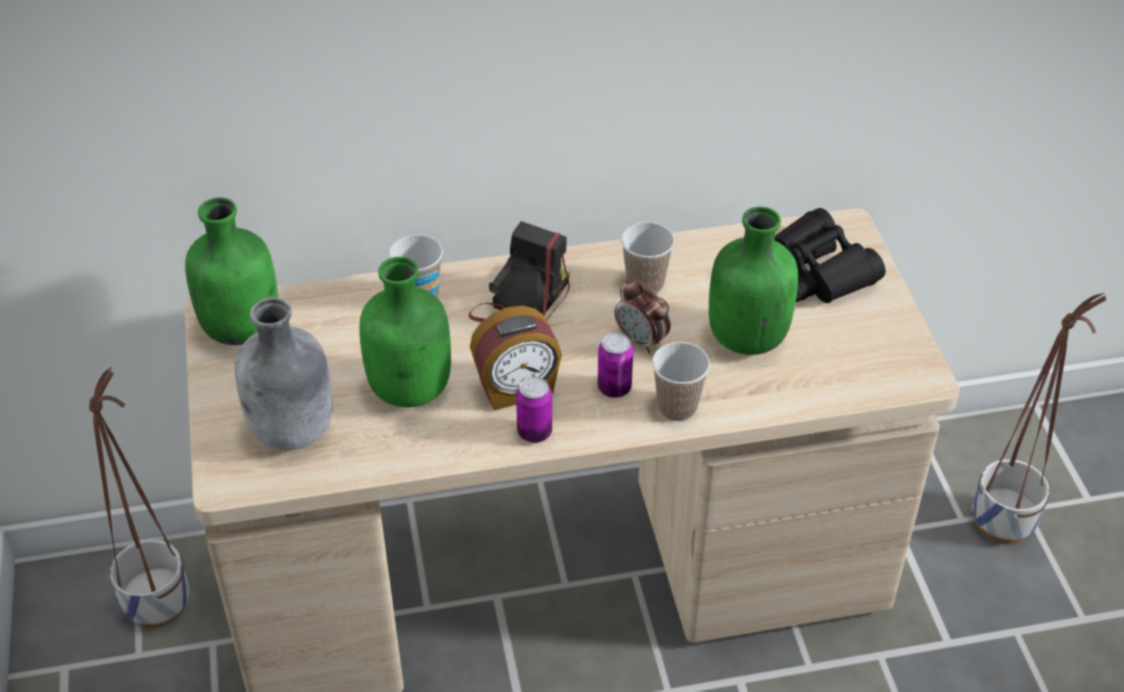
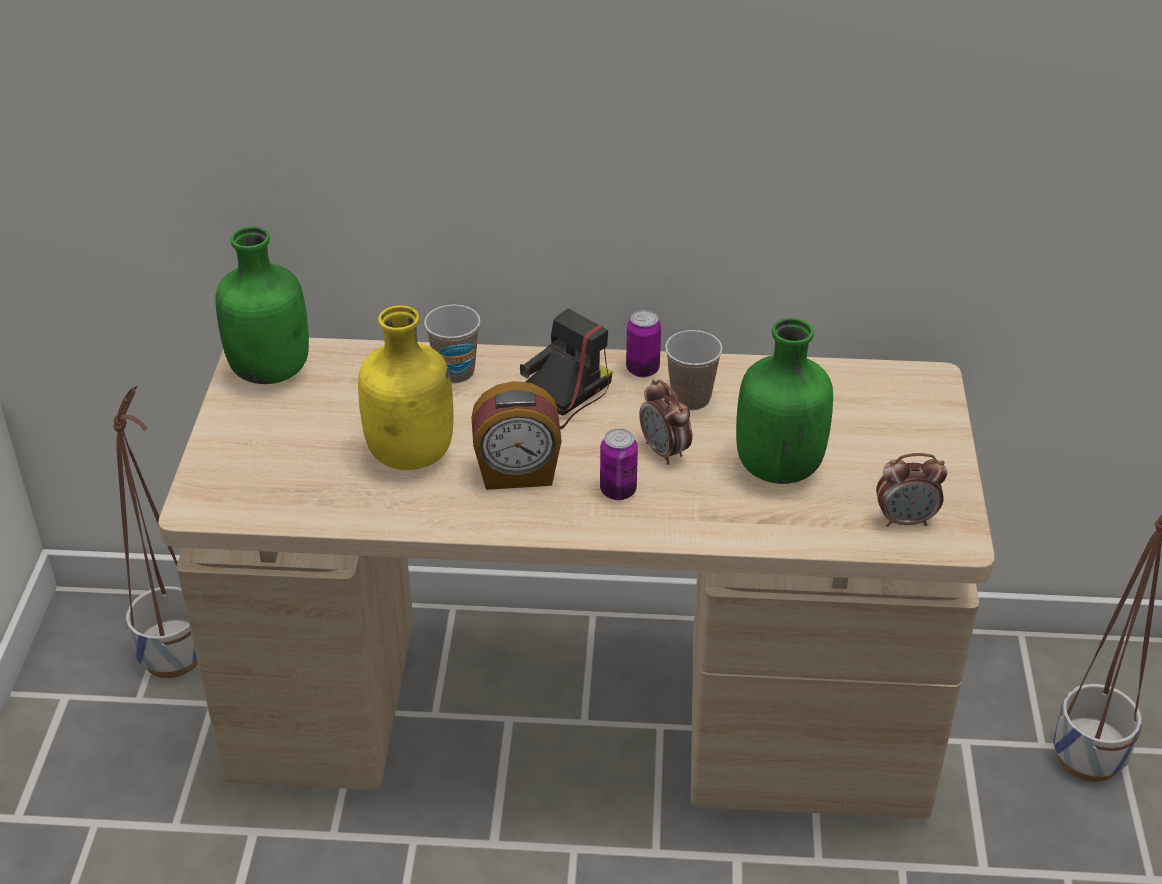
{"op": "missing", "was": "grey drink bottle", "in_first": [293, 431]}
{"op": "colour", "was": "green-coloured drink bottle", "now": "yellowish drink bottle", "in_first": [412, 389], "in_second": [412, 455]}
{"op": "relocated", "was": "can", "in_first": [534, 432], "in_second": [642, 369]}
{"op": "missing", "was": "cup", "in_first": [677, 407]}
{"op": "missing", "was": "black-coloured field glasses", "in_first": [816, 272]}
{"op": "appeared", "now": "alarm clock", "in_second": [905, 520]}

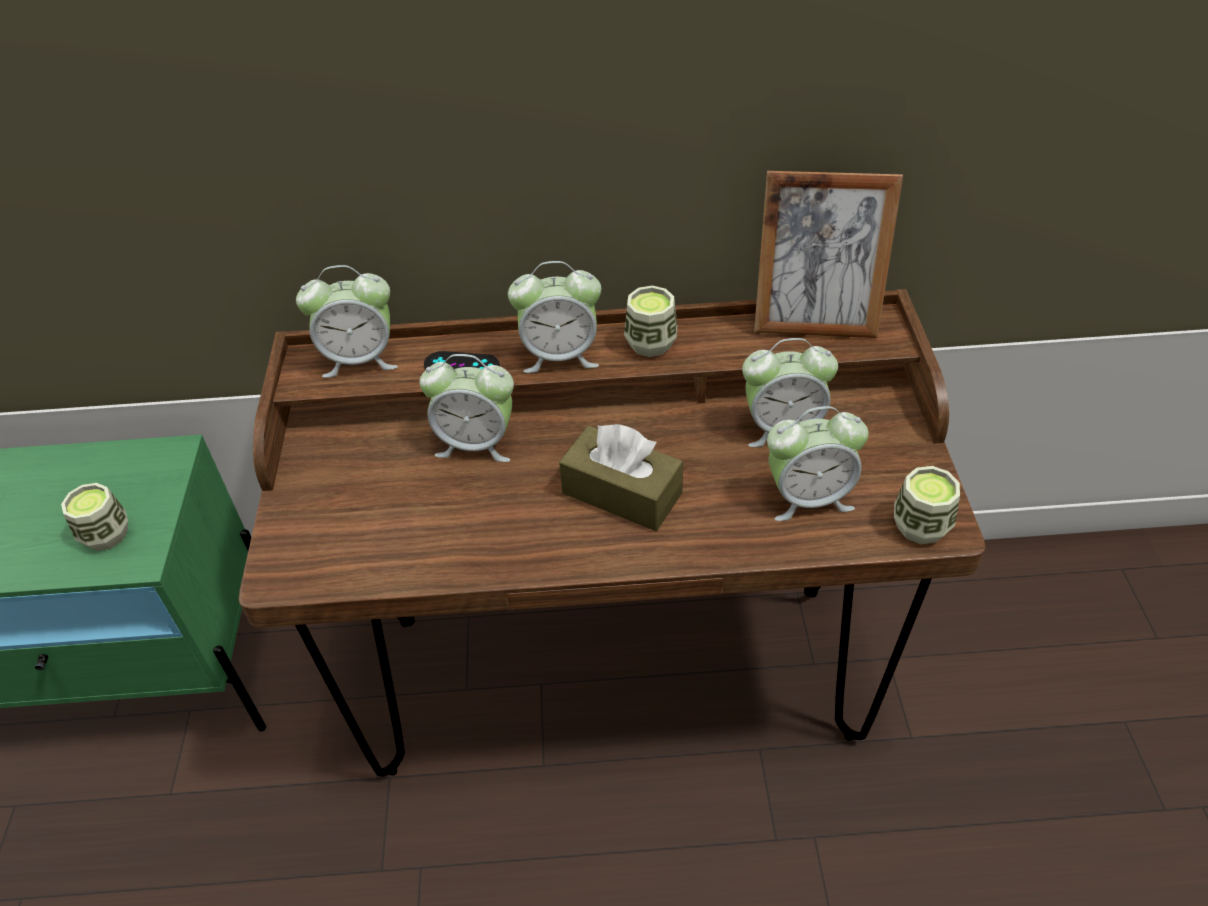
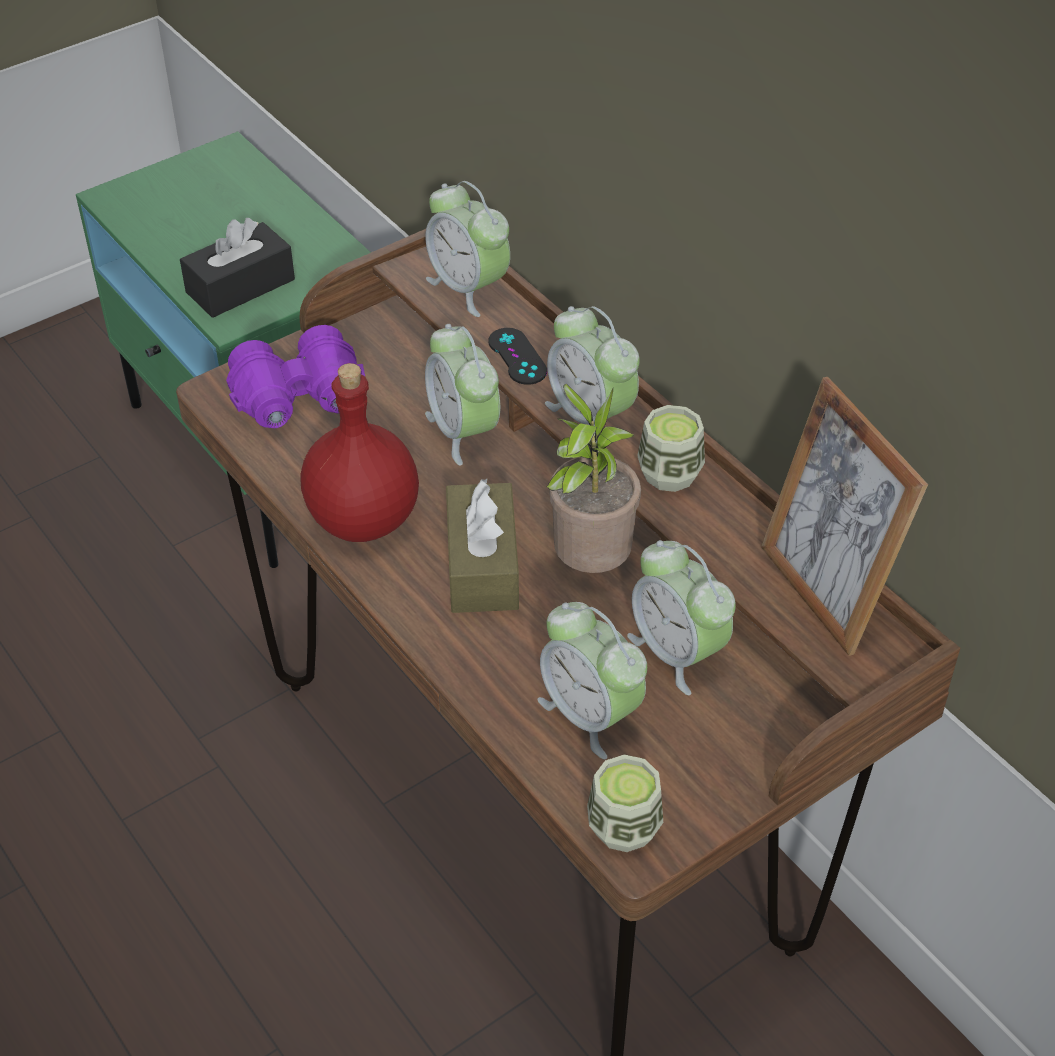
{"op": "exchanged", "was": "cup", "now": "black-coloured tissue box", "in_first": [106, 534], "in_second": [240, 286]}
{"op": "appeared", "now": "purple-coloured field glasses", "in_second": [300, 399]}
{"op": "appeared", "now": "red drink bottle", "in_second": [365, 519]}
{"op": "appeared", "now": "potted plant", "in_second": [589, 563]}

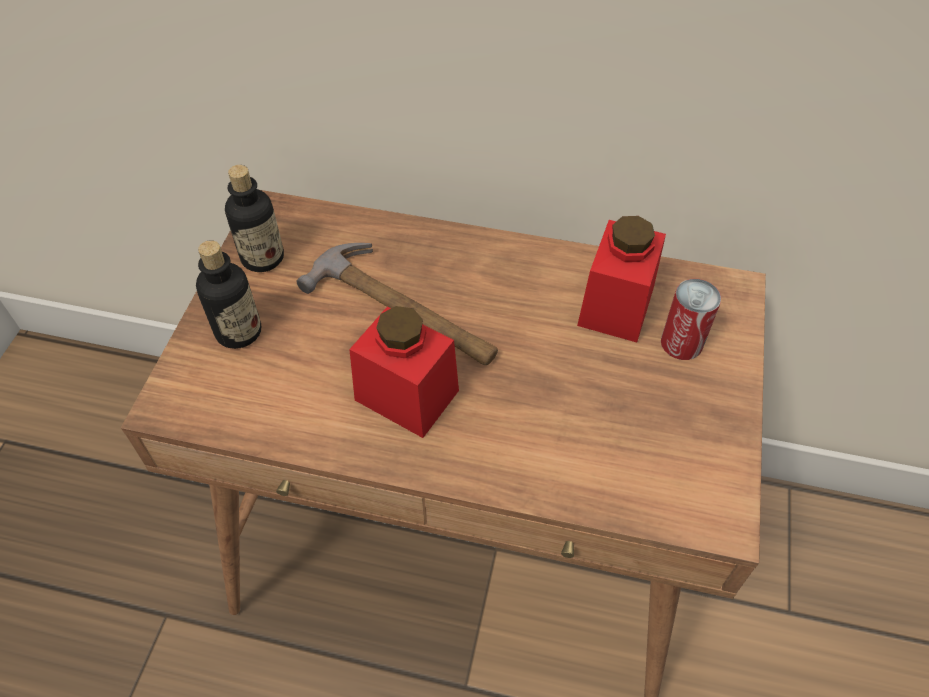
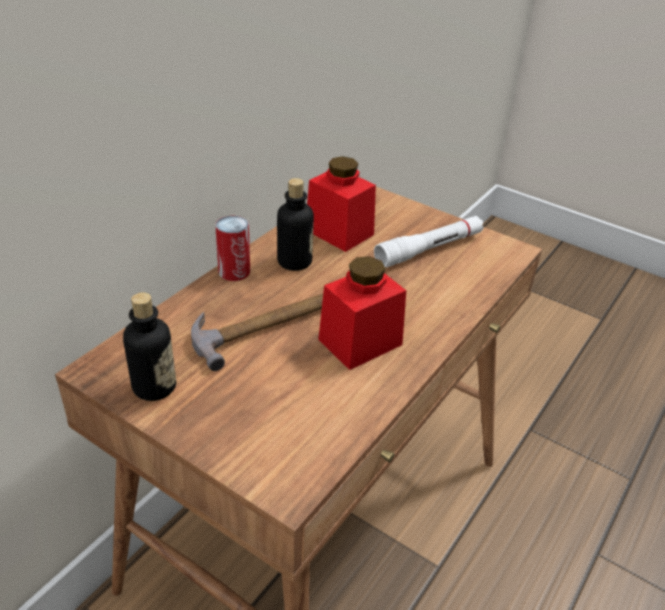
{"op": "relocated", "was": "drink bottle", "in_first": [238, 332], "in_second": [294, 262]}
{"op": "relocated", "was": "can", "in_first": [681, 343], "in_second": [234, 271]}
{"op": "appeared", "now": "whitish hand torch", "in_second": [429, 249]}

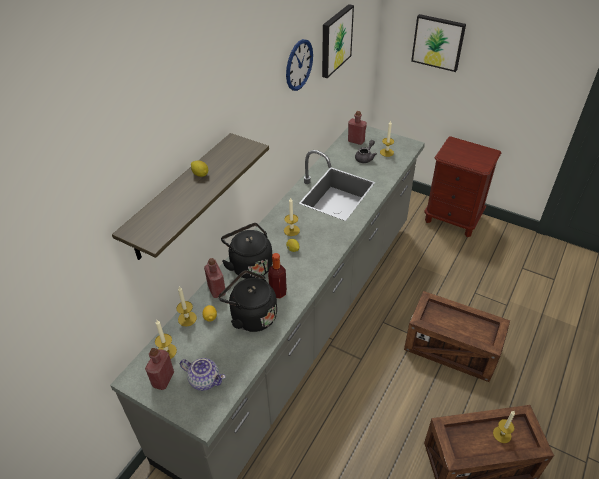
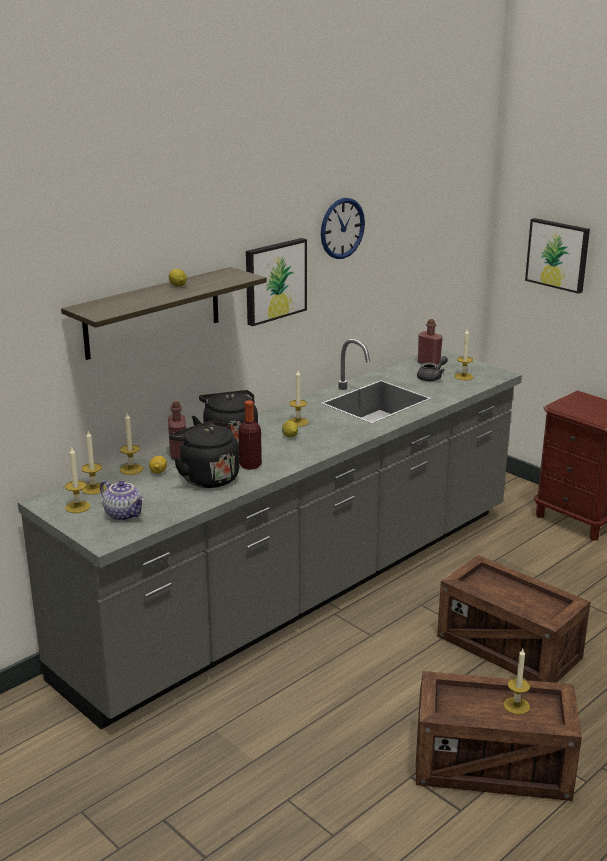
{"op": "exchanged", "was": "red drink bottle", "now": "wax light", "in_first": [163, 379], "in_second": [77, 507]}
{"op": "relocated", "was": "wall art", "in_first": [335, 40], "in_second": [274, 280]}

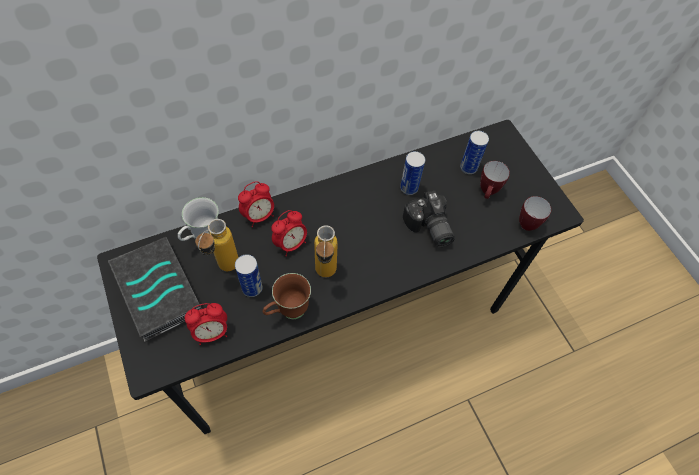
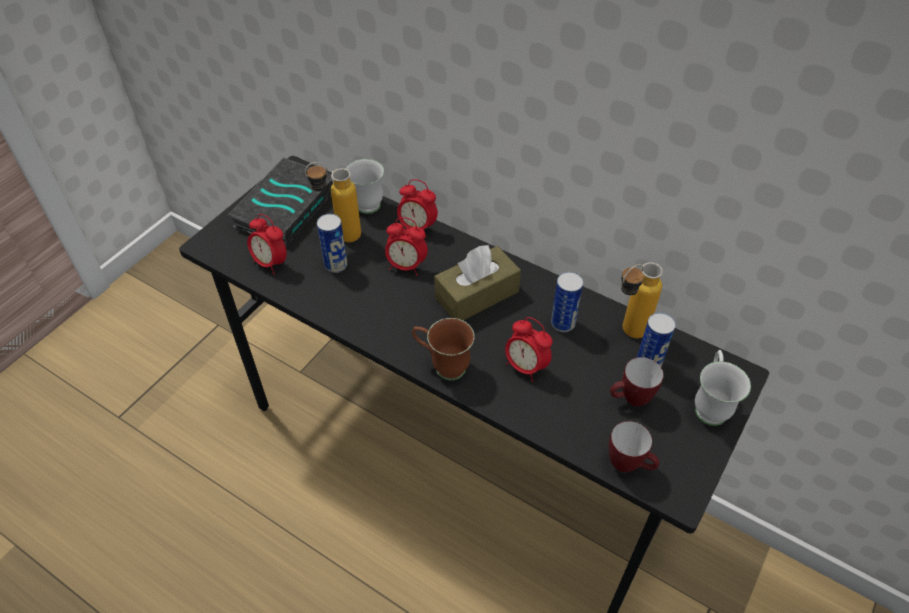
{"op": "relocated", "was": "brown coffee mug", "in_first": [287, 312], "in_second": [442, 366]}
{"op": "relocated", "was": "drink bottle", "in_first": [325, 277], "in_second": [626, 334]}
{"op": "exchanged", "was": "still camera", "now": "alarm clock", "in_first": [428, 228], "in_second": [525, 367]}
{"op": "appeared", "now": "brown tissue box", "in_second": [477, 295]}
{"op": "appeared", "now": "whitish coffee mug", "in_second": [709, 405]}

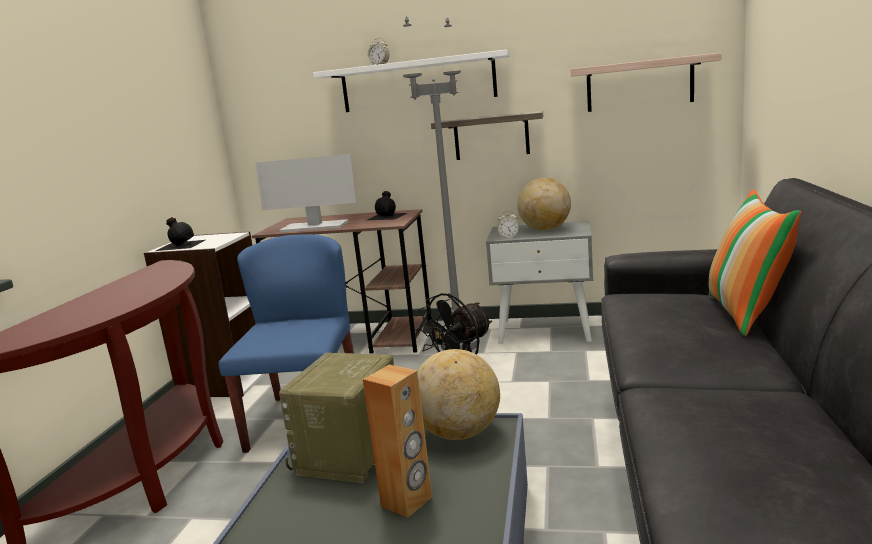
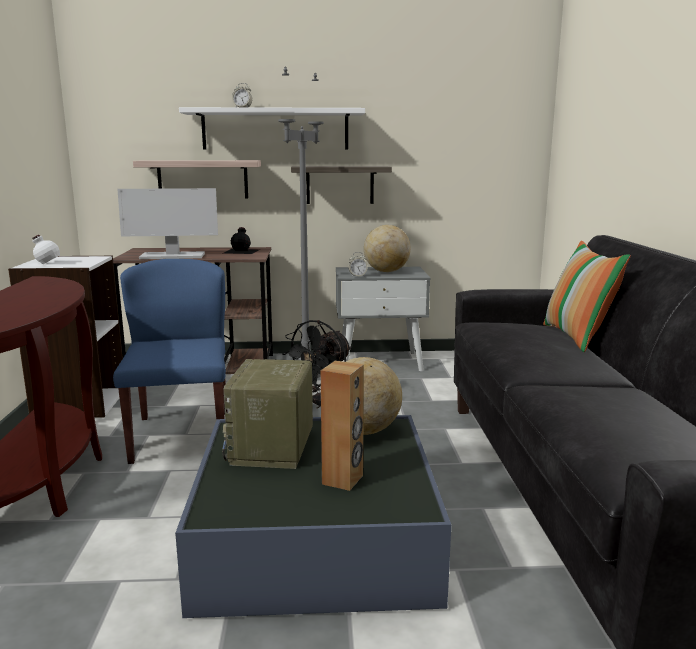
{"op": "colour", "was": "black-coloured drink bottle", "now": "whitish drink bottle", "in_first": [180, 245], "in_second": [45, 263]}
{"op": "relocated", "was": "bracket shelf", "in_first": [639, 84], "in_second": [203, 179]}

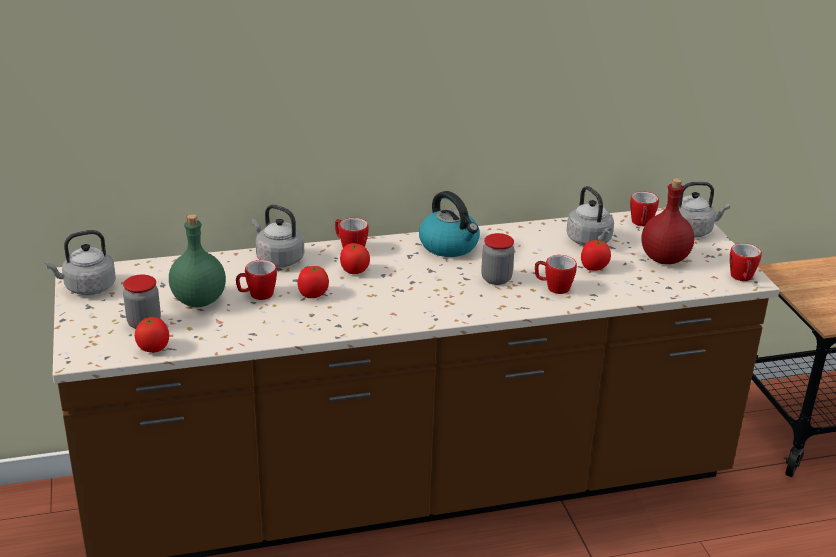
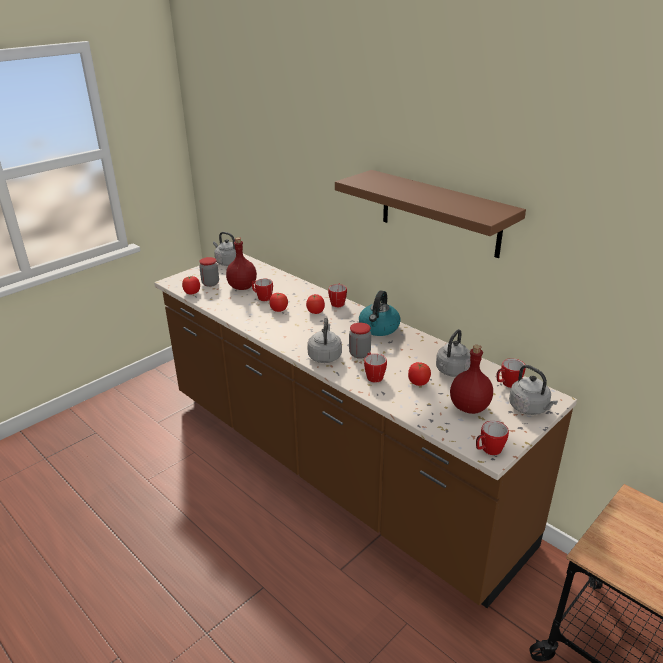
{"op": "colour", "was": "green-coloured drink bottle", "now": "red drink bottle", "in_first": [198, 300], "in_second": [242, 287]}
{"op": "relocated", "was": "grey tea kettle", "in_first": [278, 259], "in_second": [325, 356]}
{"op": "appeared", "now": "brown bracket shelf", "in_second": [439, 213]}

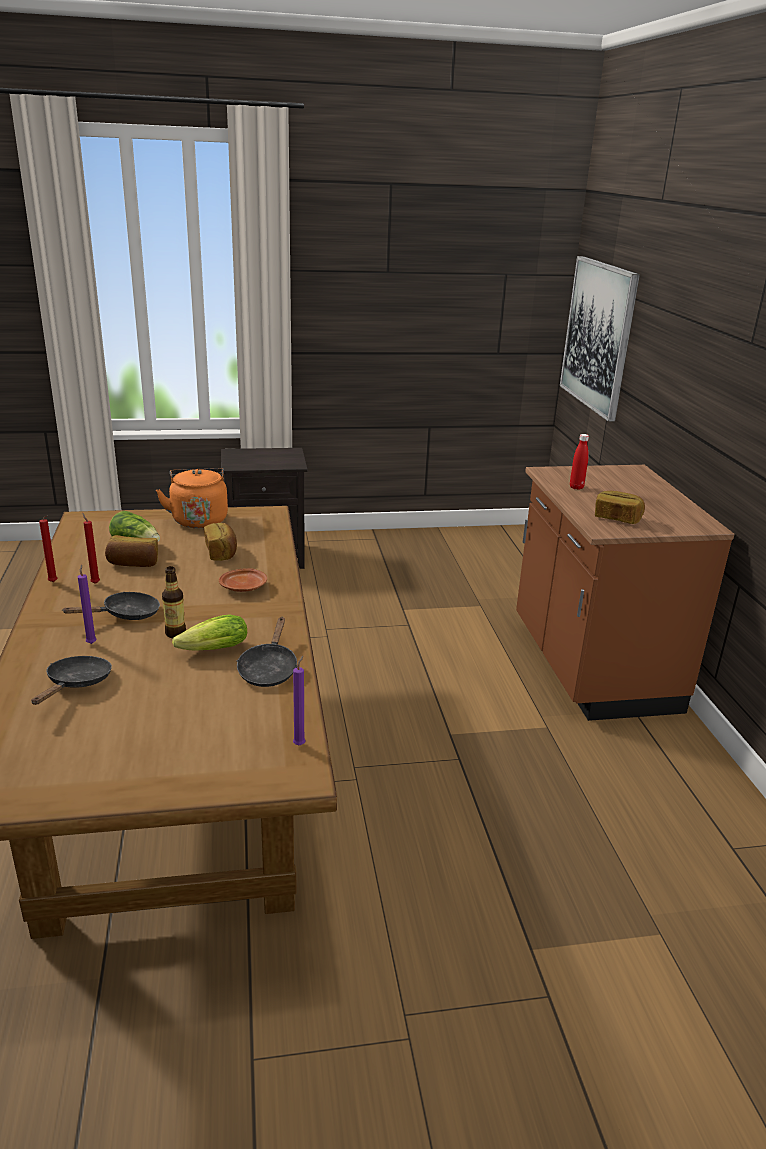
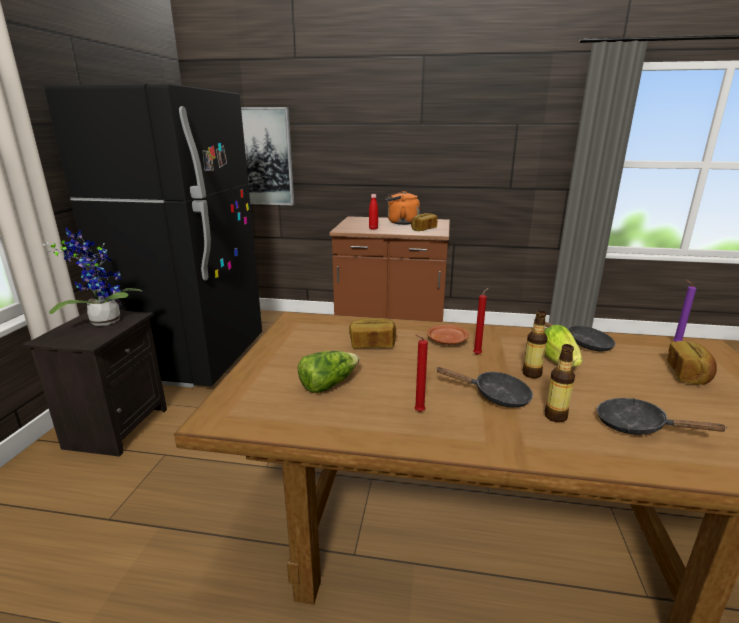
{"op": "relocated", "was": "red wax light", "in_first": [54, 582], "in_second": [478, 354]}
{"op": "spun", "was": "black-coloured pan", "in_first": [126, 614], "in_second": [495, 396], "clockwise": 120}
{"op": "exchanged", "was": "purple-coloured wax light", "now": "drink bottle", "in_first": [91, 642], "in_second": [555, 416]}
{"op": "relocated", "was": "bakery bread", "in_first": [134, 563], "in_second": [688, 374]}
{"op": "relocated", "was": "orange tea kettle", "in_first": [199, 519], "in_second": [400, 222]}
{"op": "appeared", "now": "potted plant", "in_second": [103, 321]}
{"op": "appeared", "now": "black-coloured refrigerator", "in_second": [195, 358]}

